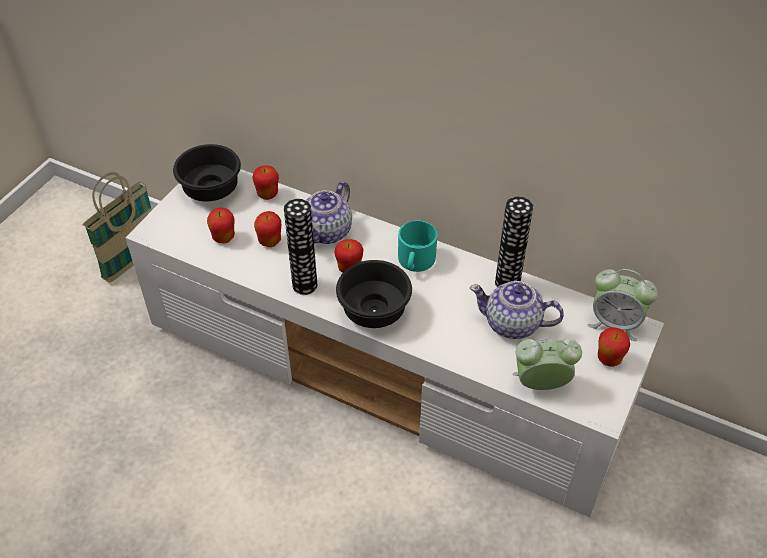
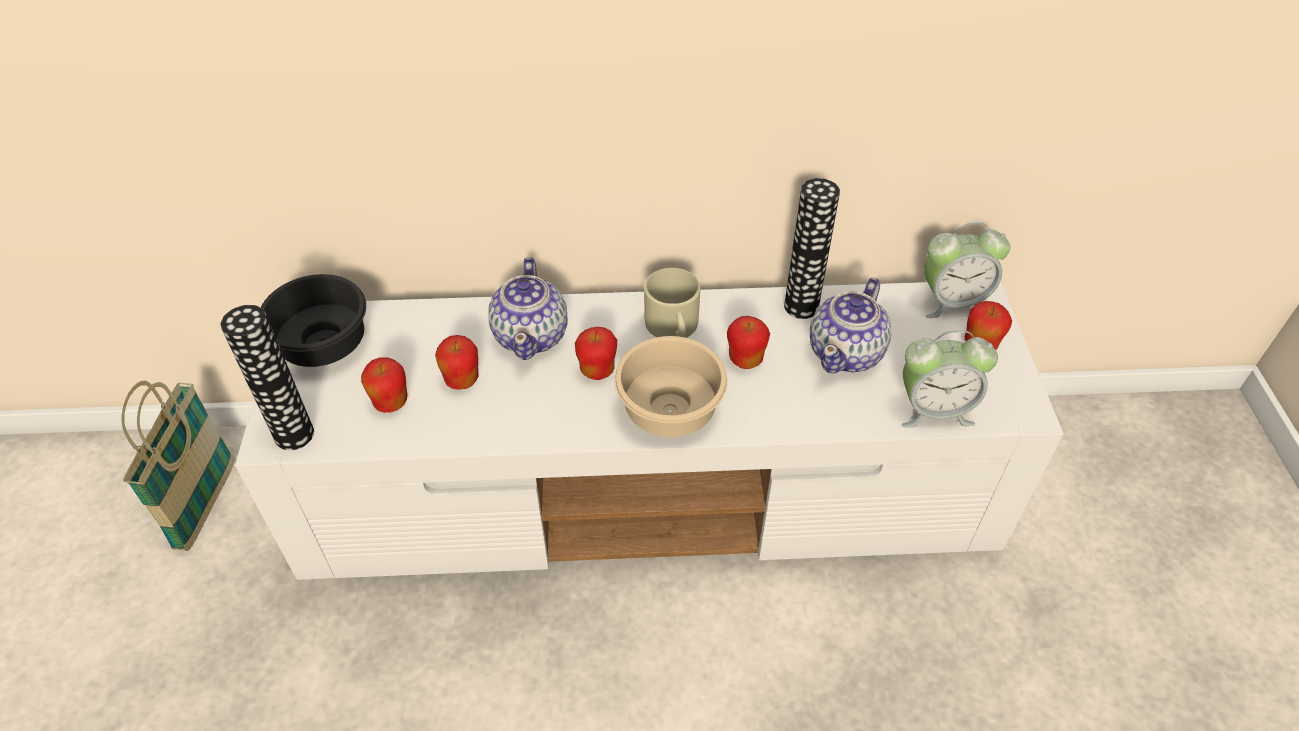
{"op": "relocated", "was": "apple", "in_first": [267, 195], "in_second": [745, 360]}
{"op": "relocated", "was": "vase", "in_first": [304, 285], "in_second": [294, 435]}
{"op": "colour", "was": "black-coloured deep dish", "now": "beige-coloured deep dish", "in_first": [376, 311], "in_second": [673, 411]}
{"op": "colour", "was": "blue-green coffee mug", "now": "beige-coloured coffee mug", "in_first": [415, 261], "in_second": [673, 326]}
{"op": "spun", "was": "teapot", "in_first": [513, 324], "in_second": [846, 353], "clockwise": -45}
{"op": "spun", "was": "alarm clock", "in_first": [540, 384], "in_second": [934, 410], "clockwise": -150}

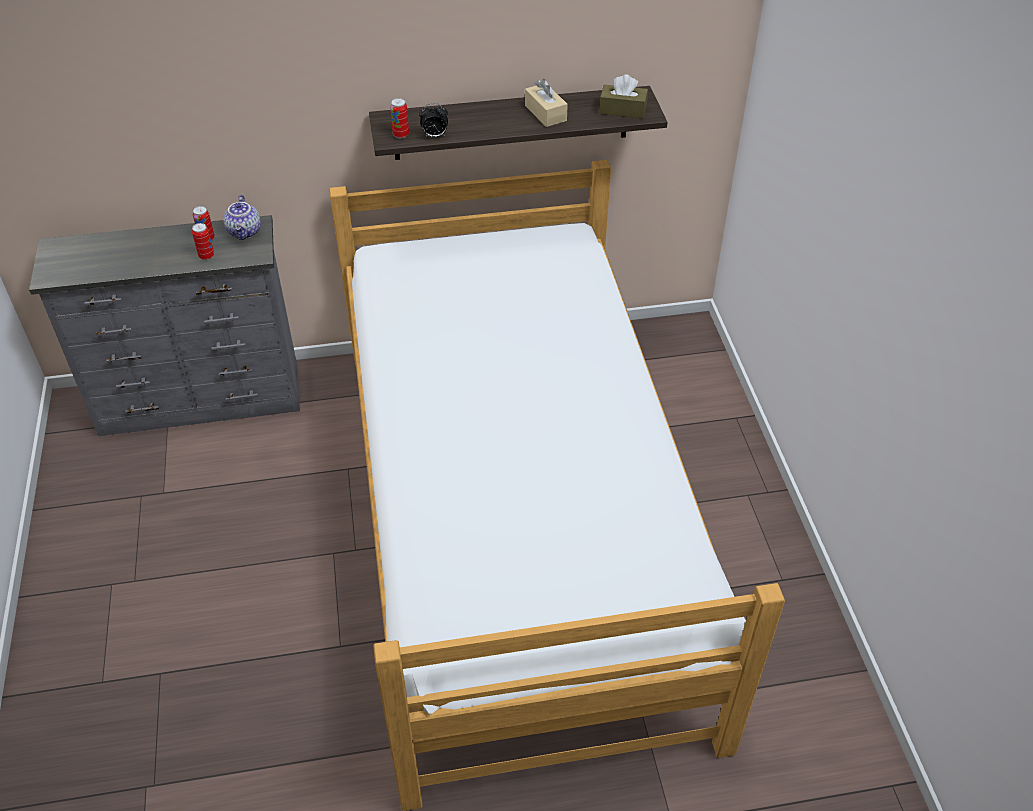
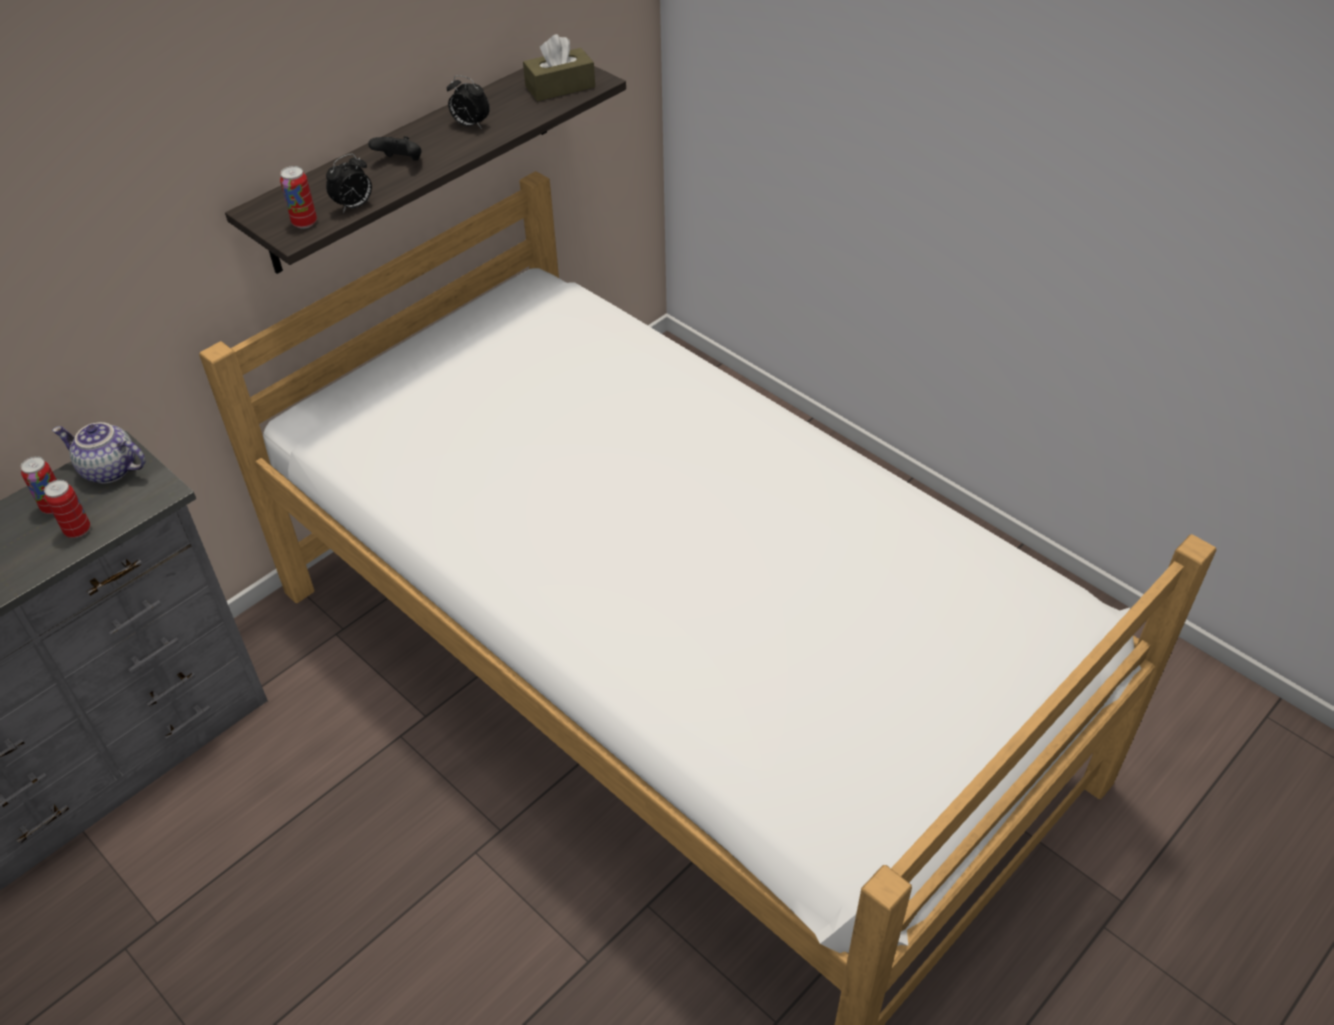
{"op": "spun", "was": "teapot", "in_first": [245, 232], "in_second": [108, 470], "clockwise": 150}
{"op": "exchanged", "was": "beige-coloured tissue box", "now": "alarm clock", "in_first": [545, 113], "in_second": [470, 125]}
{"op": "appeared", "now": "black-coloured gamepad", "in_second": [400, 162]}

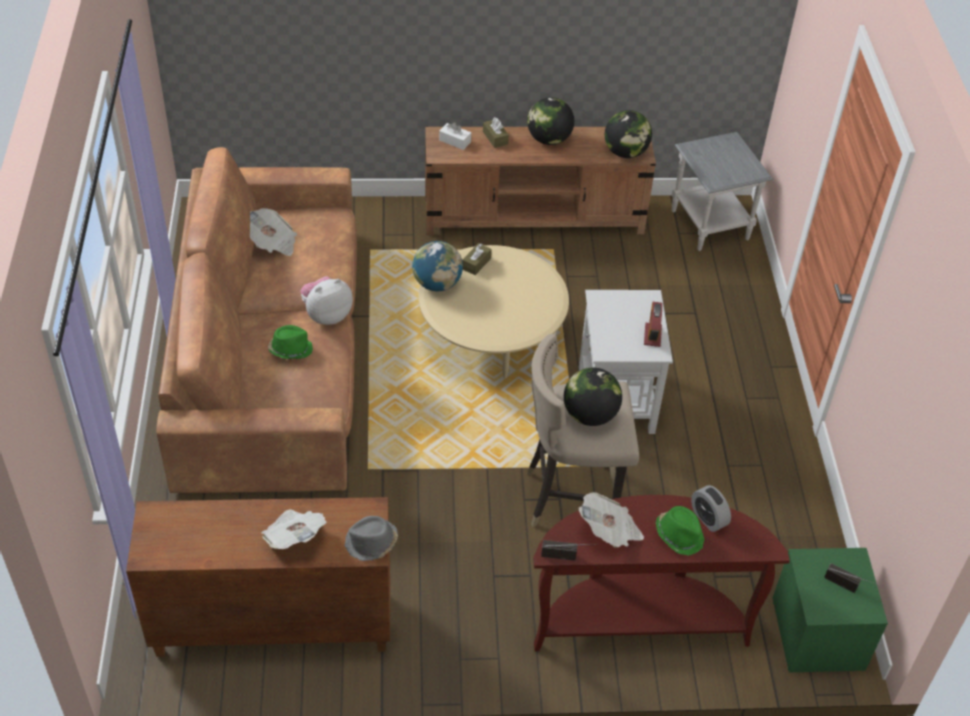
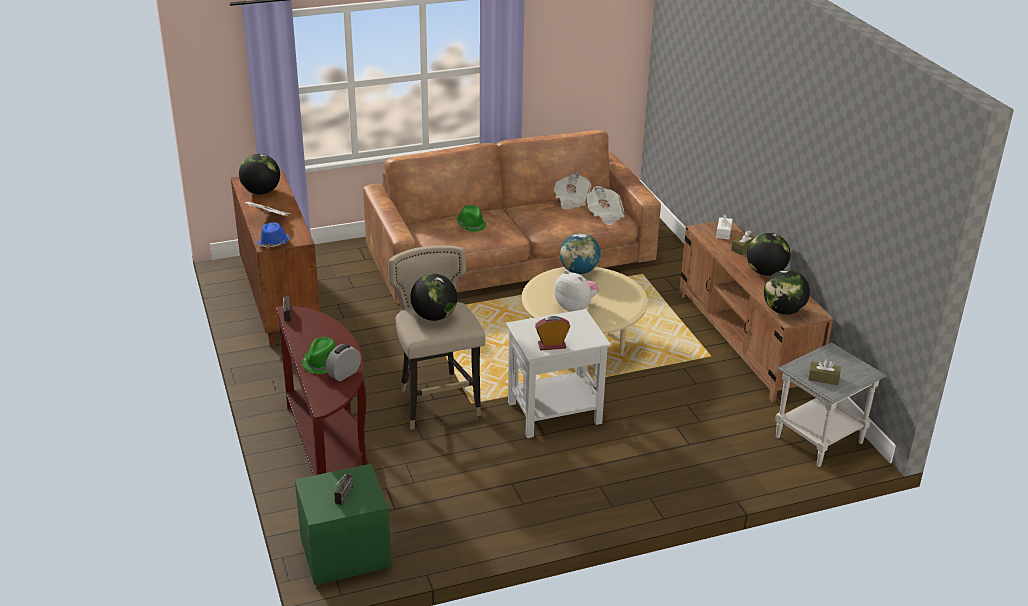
{"op": "relocated", "was": "cuddly toy", "in_first": [327, 315], "in_second": [575, 307]}
{"op": "colour", "was": "grey hat", "now": "blue hat", "in_first": [371, 543], "in_second": [273, 244]}
{"op": "relocated", "was": "brown tissue box", "in_first": [476, 263], "in_second": [823, 378]}
{"op": "relocated", "was": "printed paper", "in_first": [610, 531], "in_second": [605, 215]}
{"op": "appeared", "now": "globe", "in_second": [261, 192]}

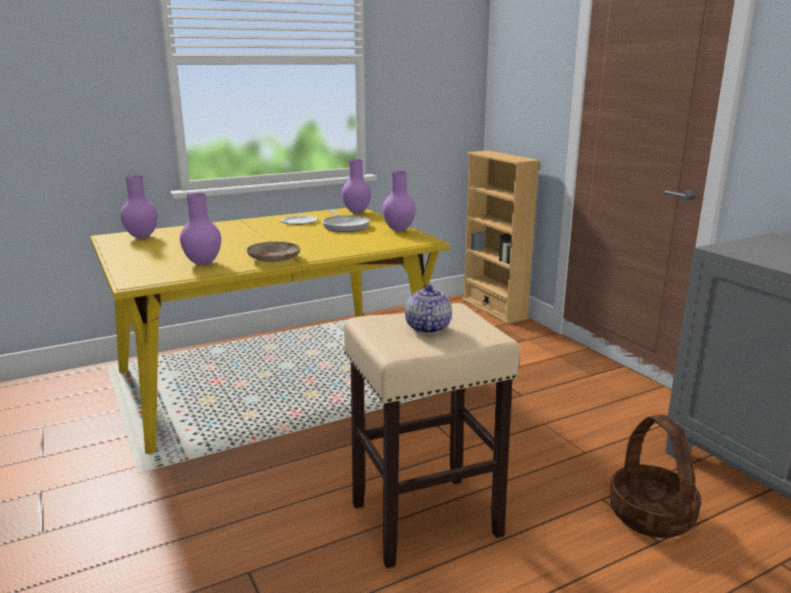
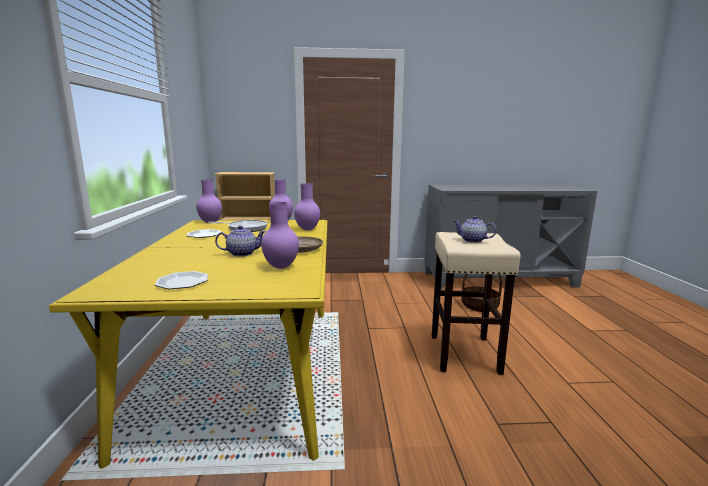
{"op": "relocated", "was": "purple-coloured vase", "in_first": [142, 237], "in_second": [307, 229]}
{"op": "appeared", "now": "flat dish", "in_second": [182, 282]}
{"op": "appeared", "now": "teapot", "in_second": [241, 253]}

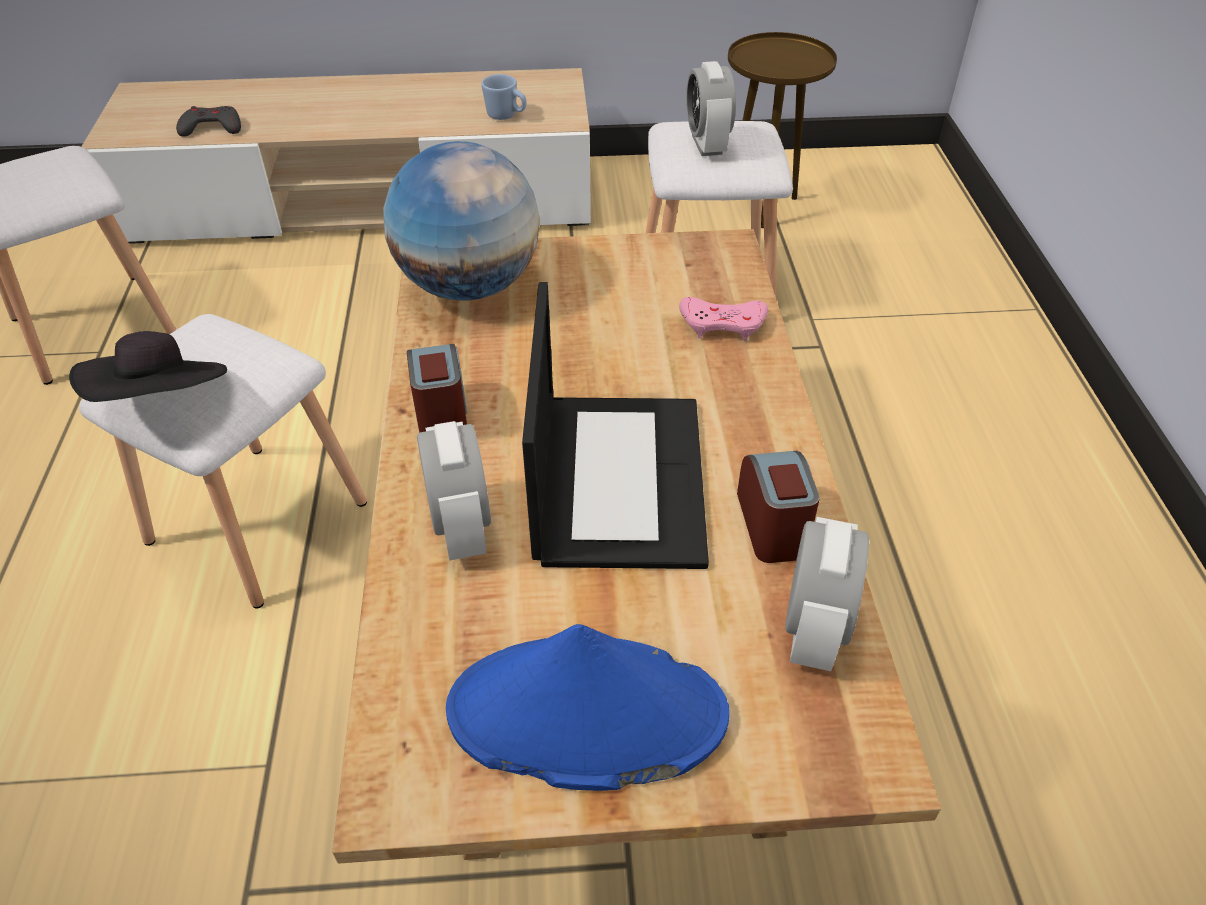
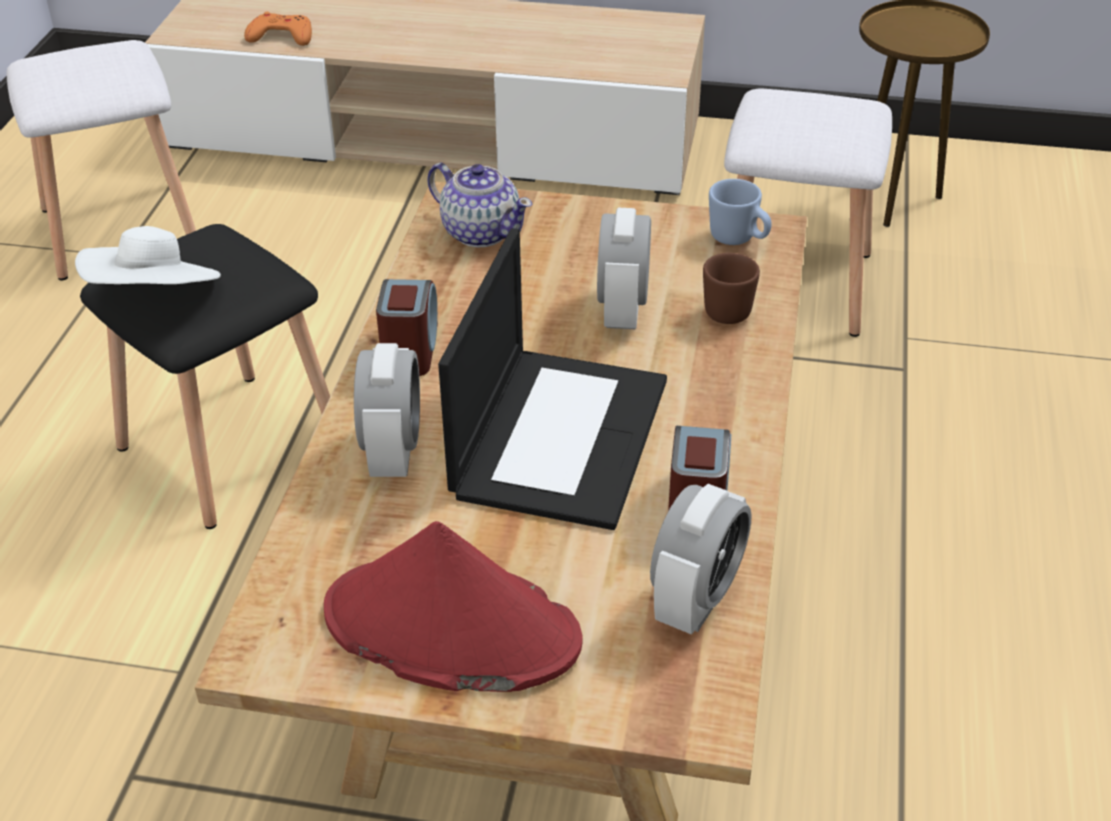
{"op": "colour", "was": "black-coloured hat", "now": "whitish hat", "in_first": [163, 401], "in_second": [155, 298]}
{"op": "colour", "was": "whitish stool seat", "now": "black-coloured stool seat", "in_first": [256, 524], "in_second": [229, 450]}
{"op": "colour", "was": "grey gamepad", "now": "orange gamepad", "in_first": [211, 127], "in_second": [281, 36]}
{"op": "exchanged", "was": "globe", "now": "teapot", "in_first": [469, 285], "in_second": [481, 232]}
{"op": "colour", "was": "blue hat", "now": "red hat", "in_first": [585, 714], "in_second": [450, 628]}
{"op": "relocated", "was": "blue coffee mug", "in_first": [506, 116], "in_second": [738, 239]}
{"op": "exchanged", "was": "pink gamepad", "now": "brown coffee mug", "in_first": [723, 324], "in_second": [729, 308]}
{"op": "relocated", "was": "alarm clock", "in_first": [707, 144], "in_second": [623, 311]}

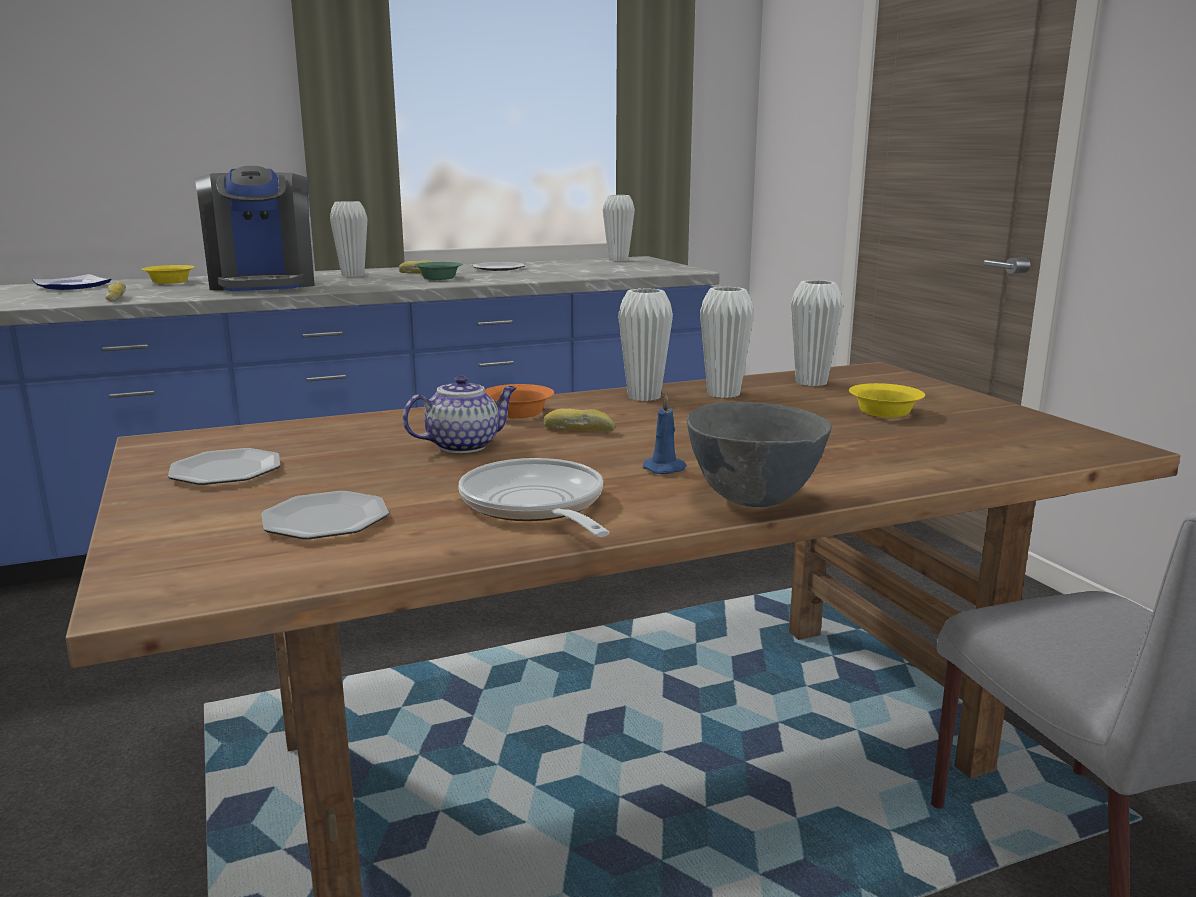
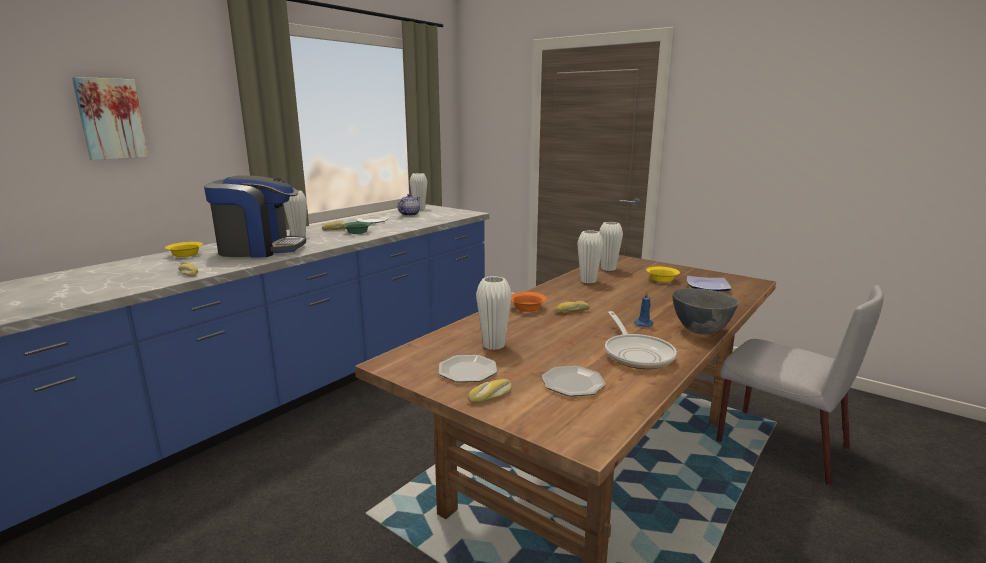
{"op": "relocated", "was": "flat dish", "in_first": [72, 287], "in_second": [708, 287]}
{"op": "spun", "was": "coffee machine", "in_first": [263, 284], "in_second": [260, 249], "clockwise": -45}
{"op": "relocated", "was": "teapot", "in_first": [464, 445], "in_second": [409, 214]}
{"op": "spun", "was": "pan", "in_first": [535, 506], "in_second": [636, 354], "clockwise": -135}
{"op": "relocated", "was": "whitish vase", "in_first": [644, 397], "in_second": [493, 345]}
{"op": "appeared", "now": "wall art", "in_second": [110, 119]}
{"op": "appeared", "now": "bakery bread", "in_second": [491, 396]}

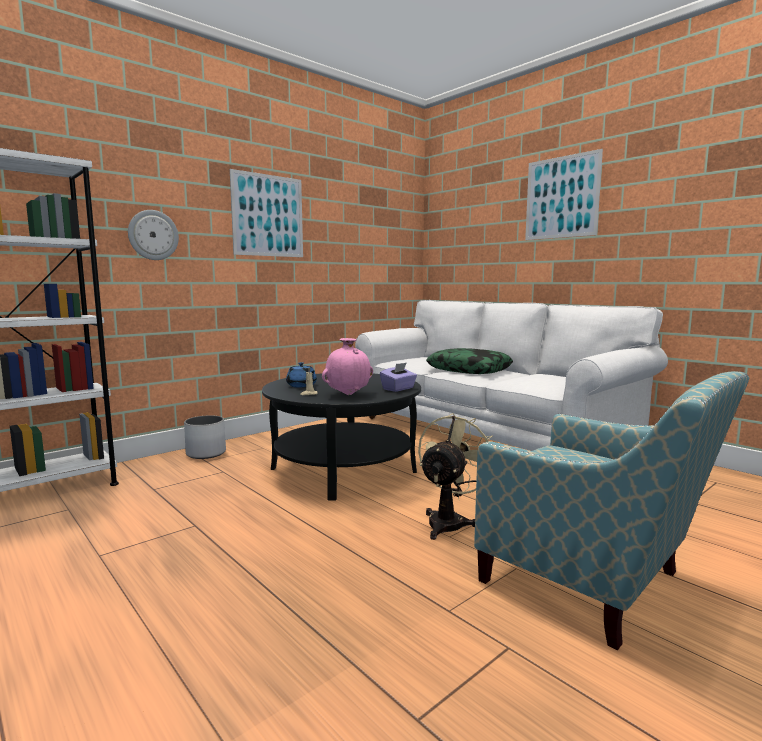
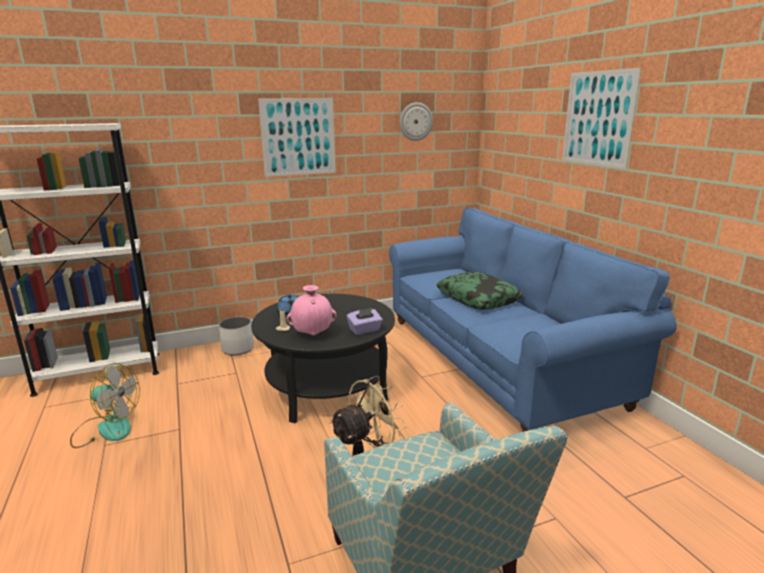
{"op": "relocated", "was": "wall clock", "in_first": [153, 235], "in_second": [415, 121]}
{"op": "colour", "was": "whitish couch", "now": "blue couch", "in_first": [488, 433], "in_second": [496, 360]}
{"op": "appeared", "now": "cooling fan", "in_second": [106, 428]}

